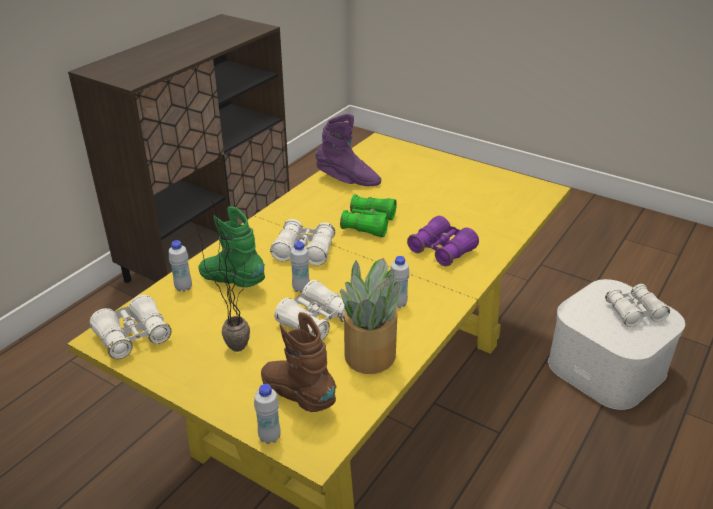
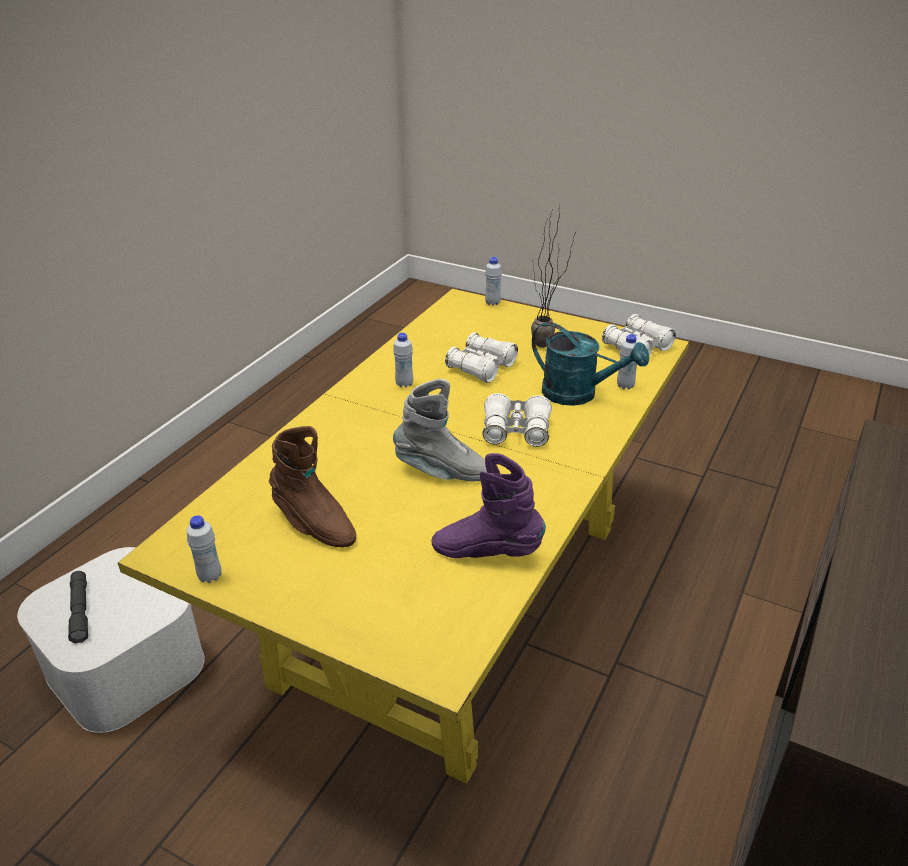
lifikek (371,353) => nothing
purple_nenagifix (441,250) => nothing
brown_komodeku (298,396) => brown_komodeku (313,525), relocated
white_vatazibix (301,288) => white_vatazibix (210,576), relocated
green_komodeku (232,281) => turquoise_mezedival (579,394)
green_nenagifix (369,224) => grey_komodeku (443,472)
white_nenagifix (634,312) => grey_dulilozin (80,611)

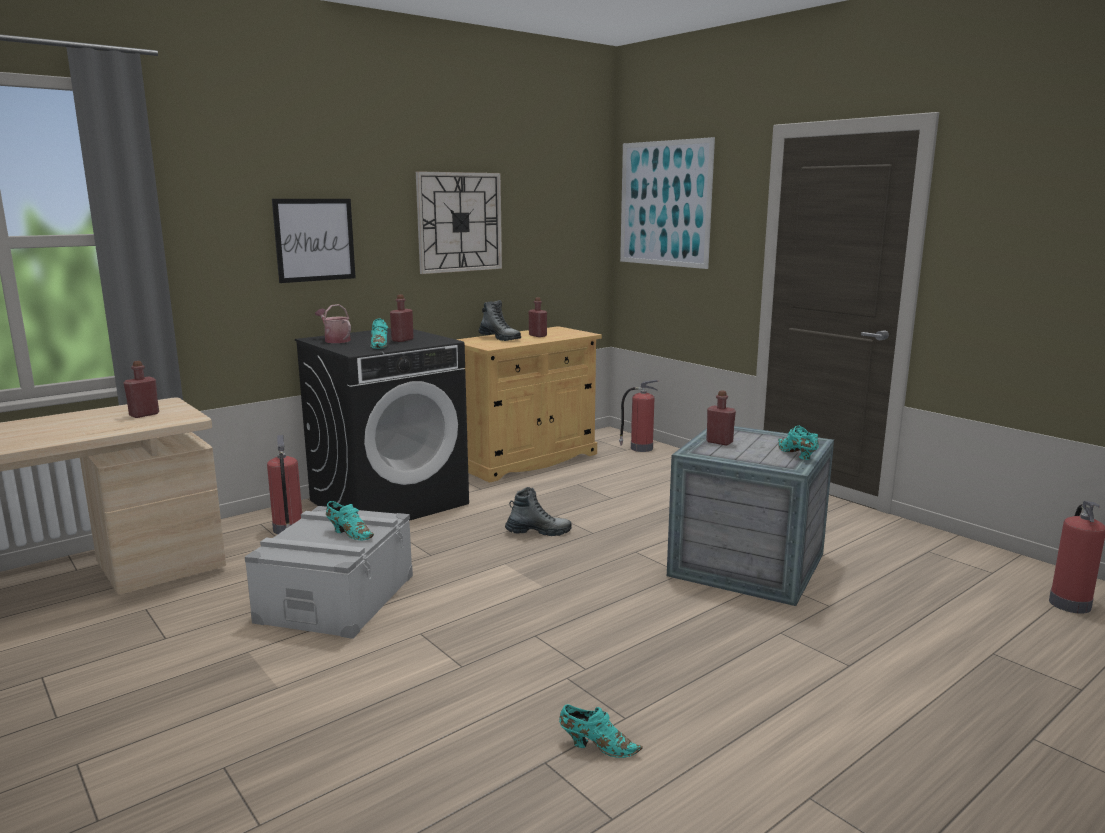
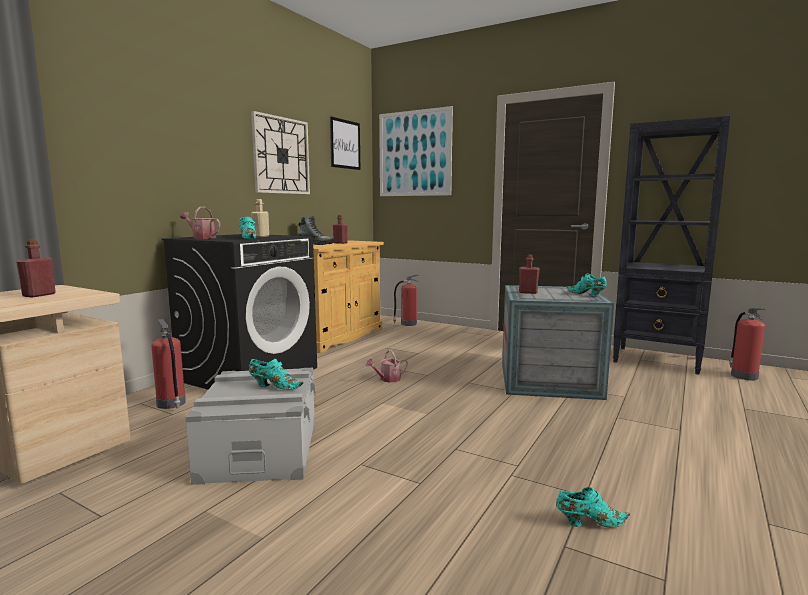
nothing => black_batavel (658,360)
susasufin (314,240) => susasufin (345,144), relocated
komodeku (538,532) => mezedival (387,379)
red_vatazibix (402,340) => beige_vatazibix (261,236)

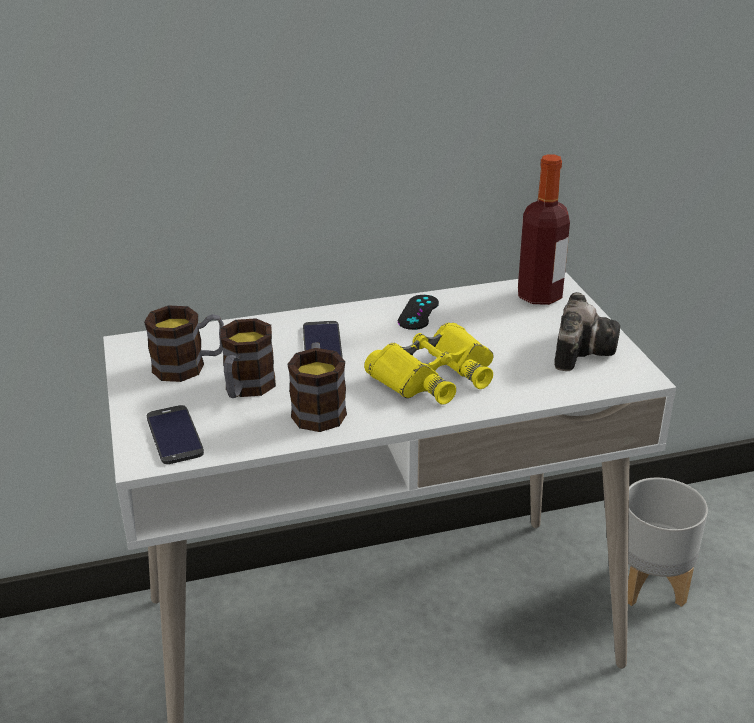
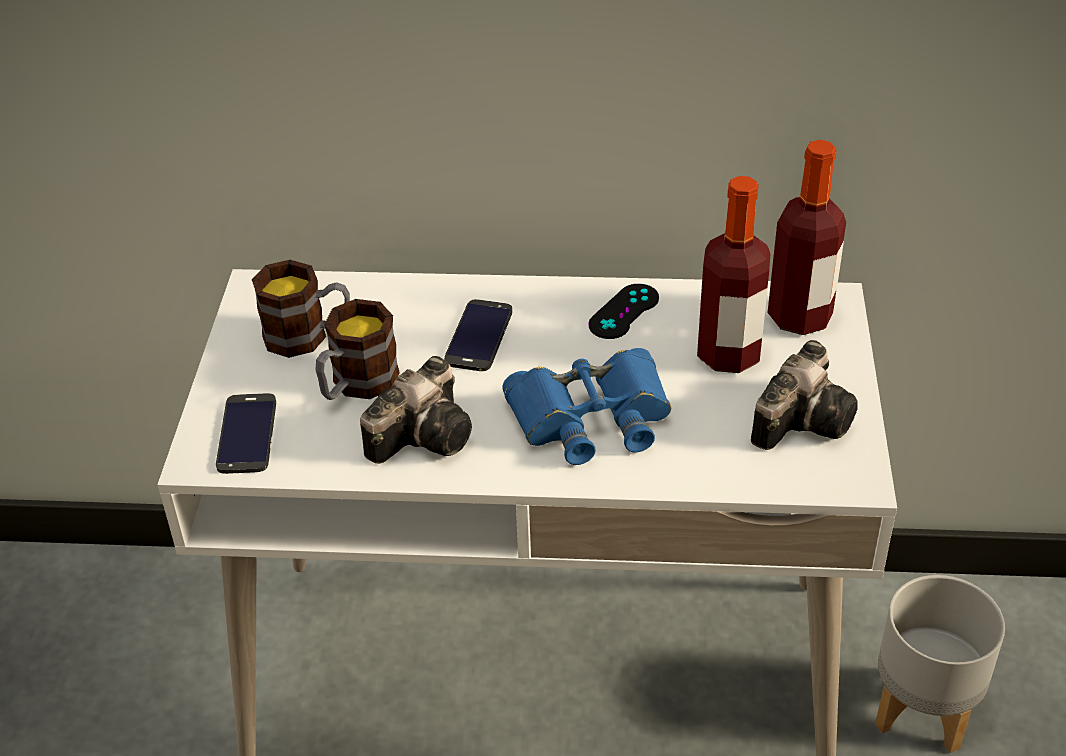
nothing => vatazibix (728,355)
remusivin (318,408) => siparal (426,434)
yellow_nenagifix (435,375) => blue_nenagifix (591,417)

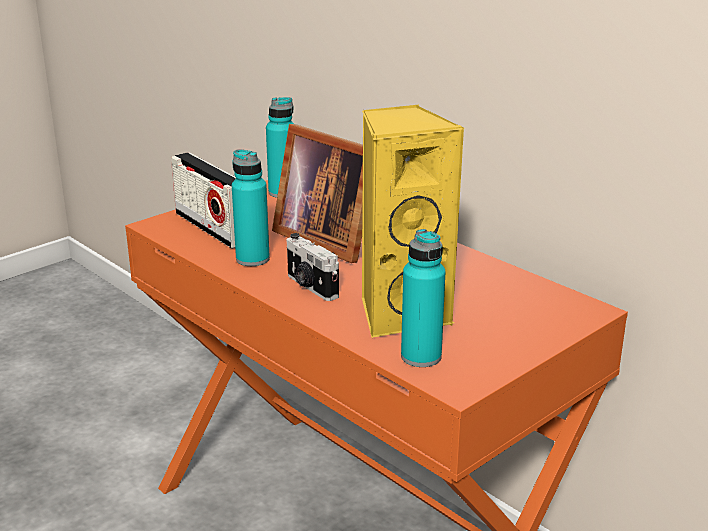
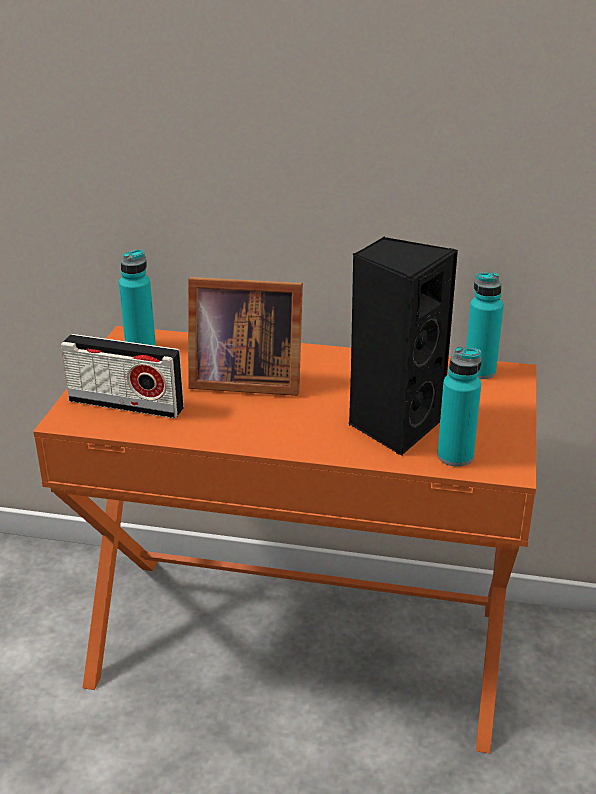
siparal (310,286) => nothing
turquoise_vatazibix (252,259) => turquoise_vatazibix (480,371), relocated
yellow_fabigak (401,314) => black_fabigak (393,426)

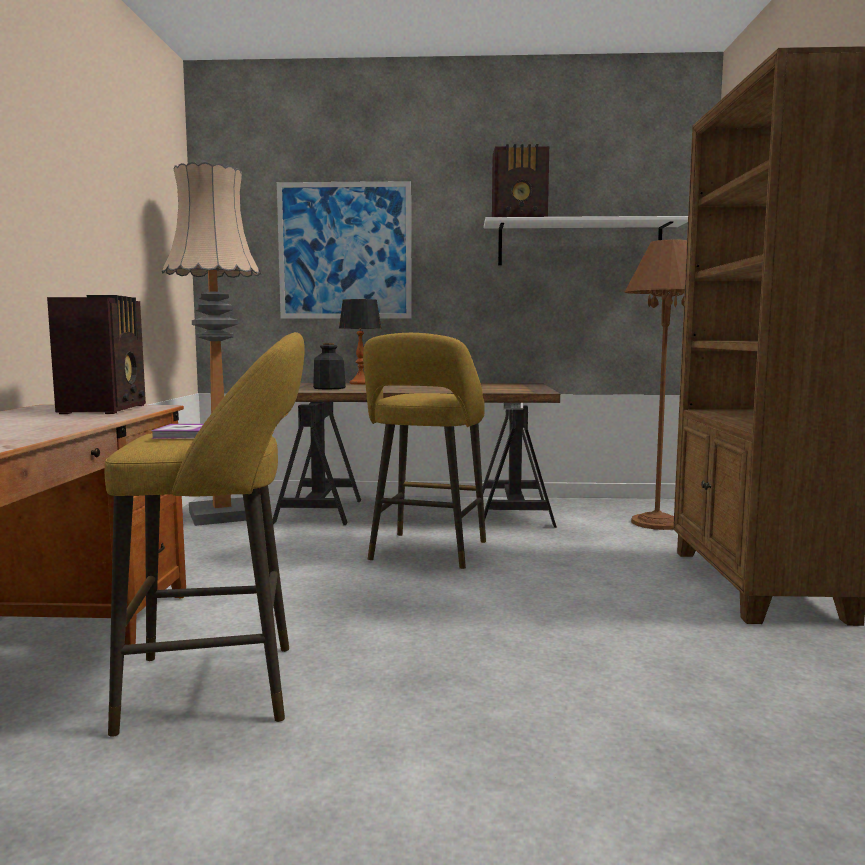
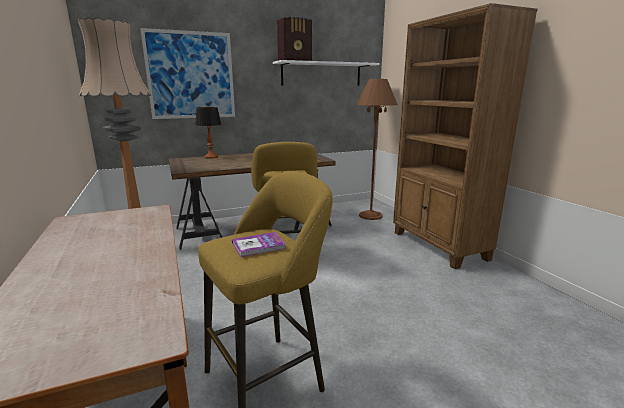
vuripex (106,409) => nothing
vatazibix (329,388) => nothing

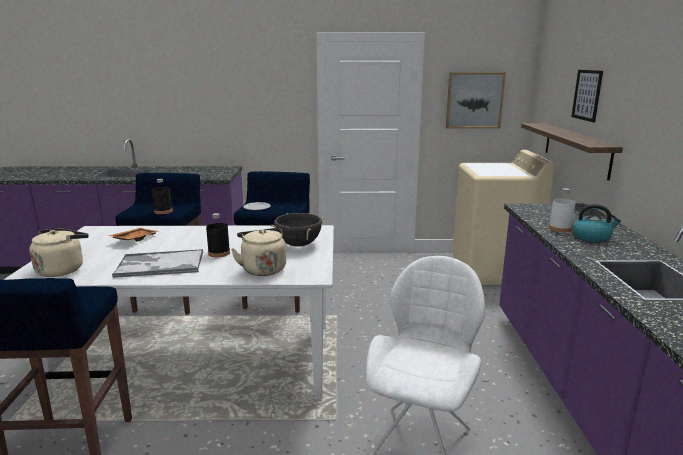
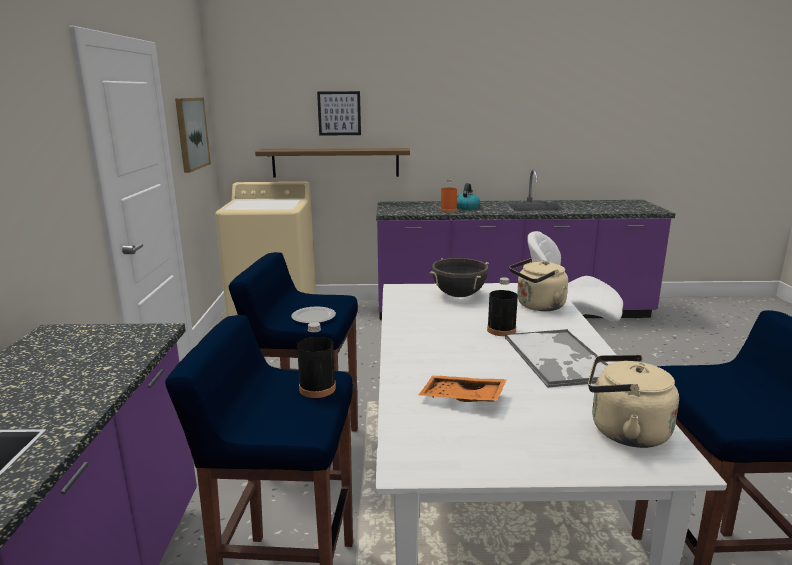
white_vatazibix (560,228) => orange_vatazibix (448,210)

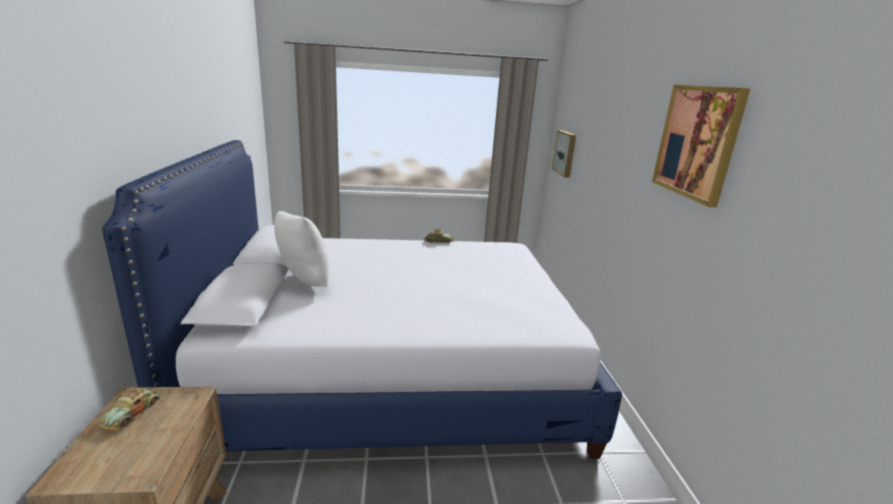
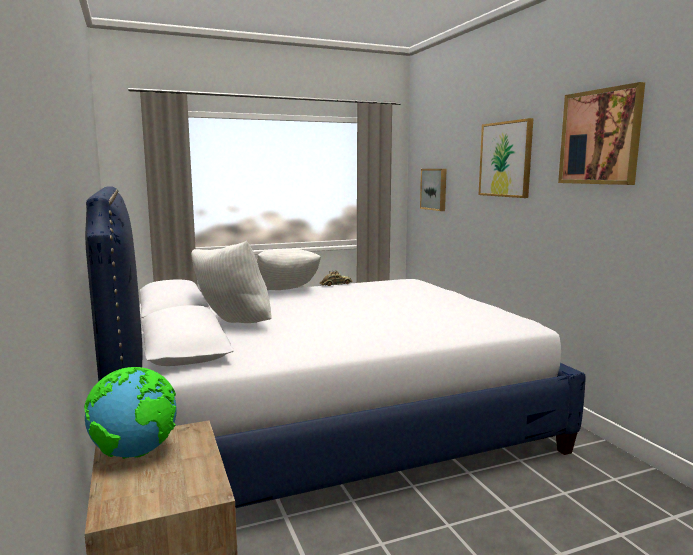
nothing => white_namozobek (284,292)
nothing => susasufin (505,159)
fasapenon (132,413) => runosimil (136,453)

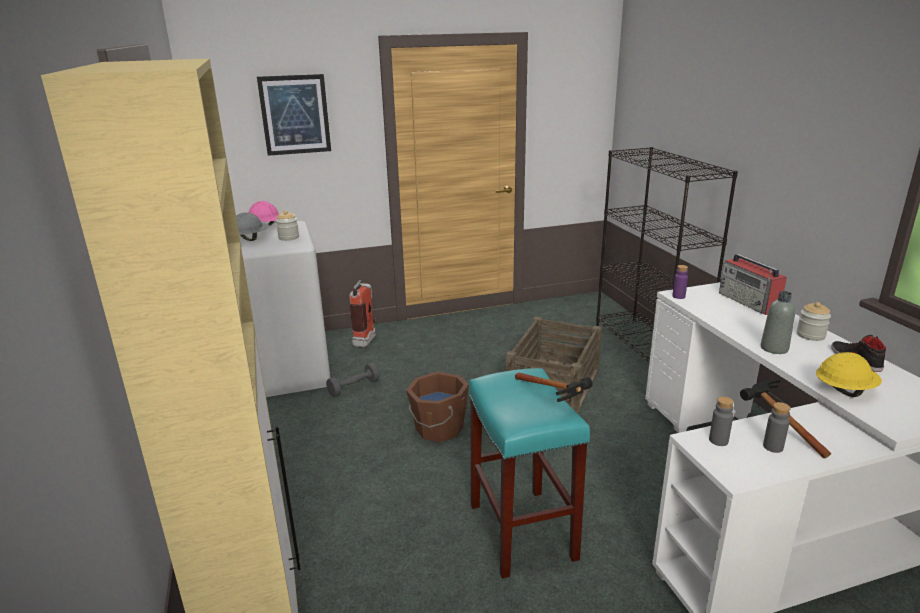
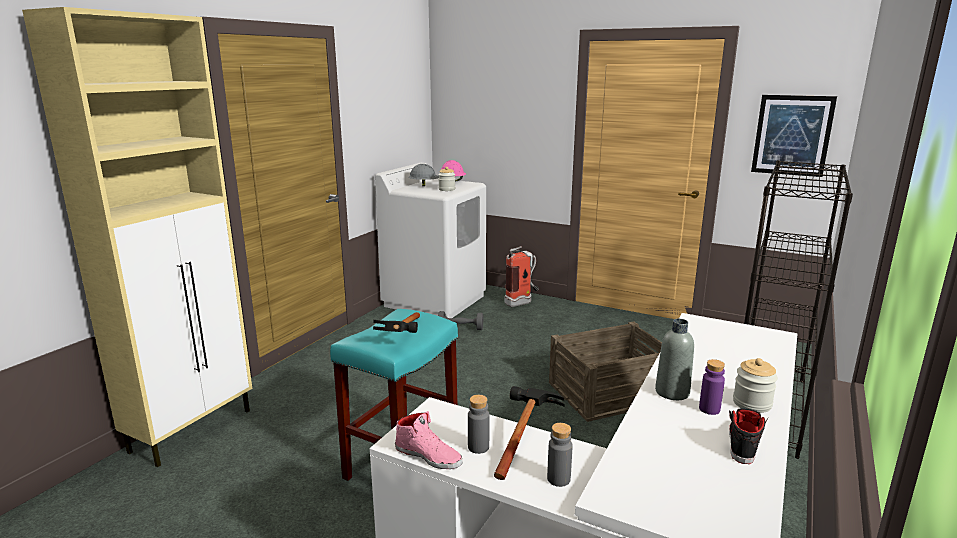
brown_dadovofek (438,428) => nothing
vuripex (749,302) => nothing
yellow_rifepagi (844,390) => nothing
nothing => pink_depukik (428,455)
susasufin (295,114) => susasufin (792,135), relocated
purple_vatazibix (678,296) => purple_vatazibix (709,409), relocated
grey_vatazibix (718,440) => grey_vatazibix (558,479), relocated

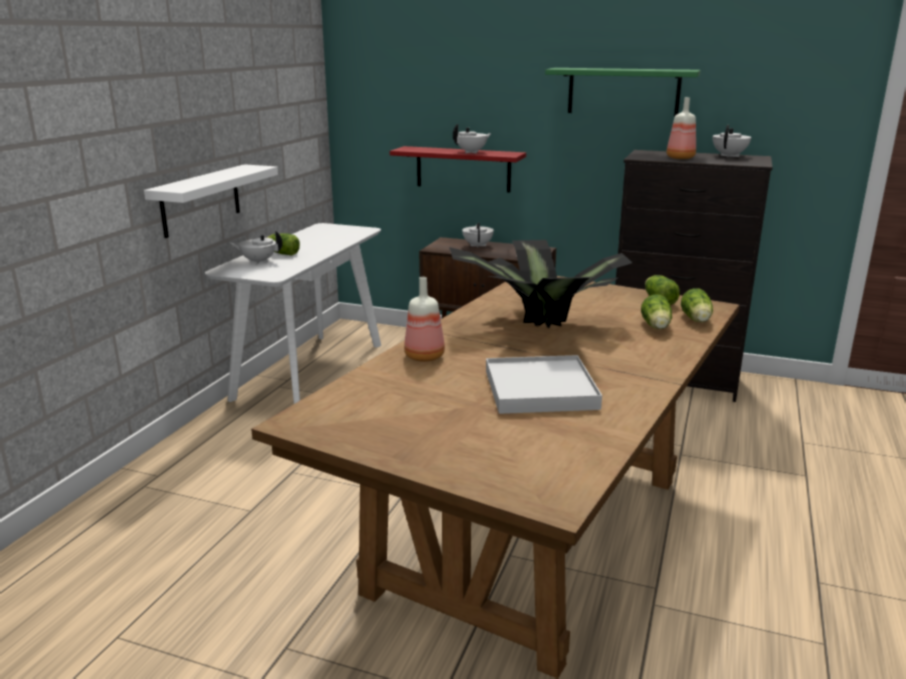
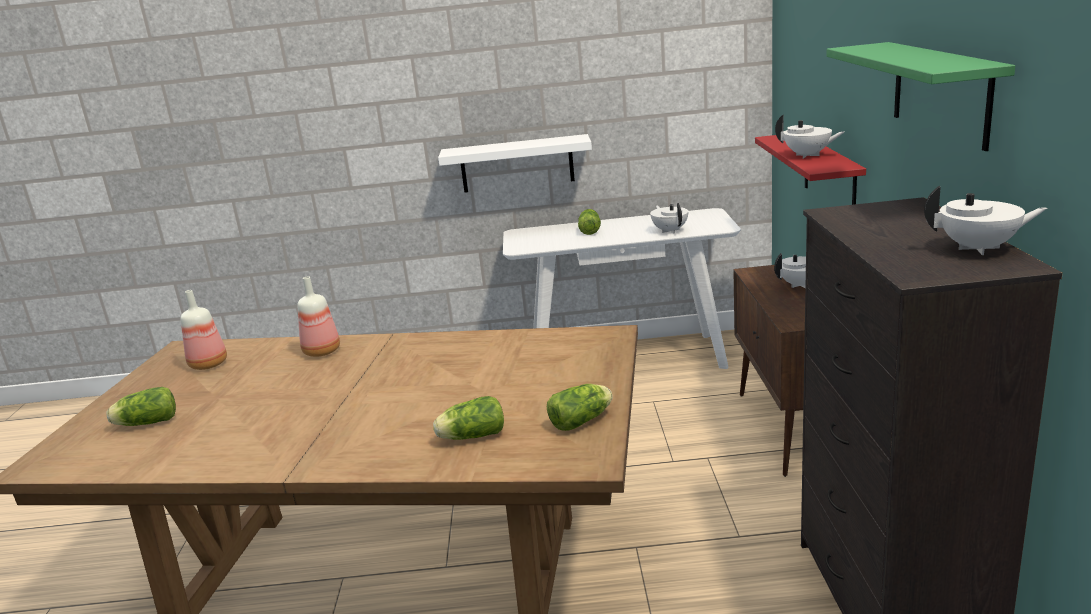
lifikek (538,325) => nothing
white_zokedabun (540,389) => nothing
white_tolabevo (258,261) => white_tolabevo (670,230), relocated
vatazibix (679,158) => vatazibix (208,364), relocated
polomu (696,320) => polomu (145,423), relocated

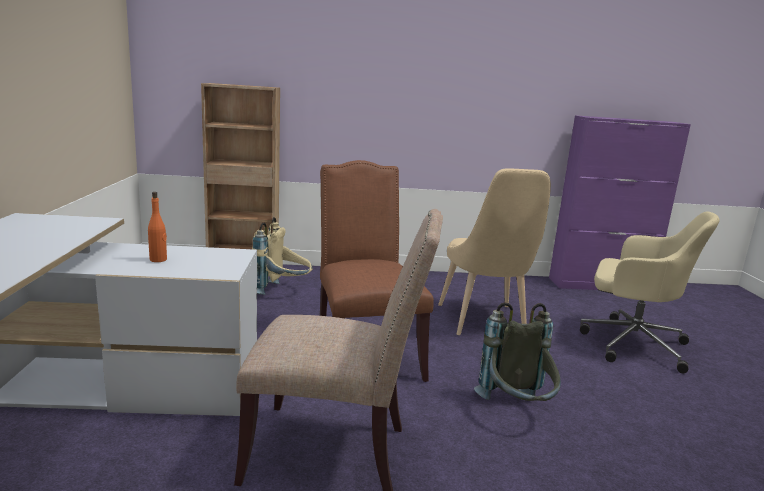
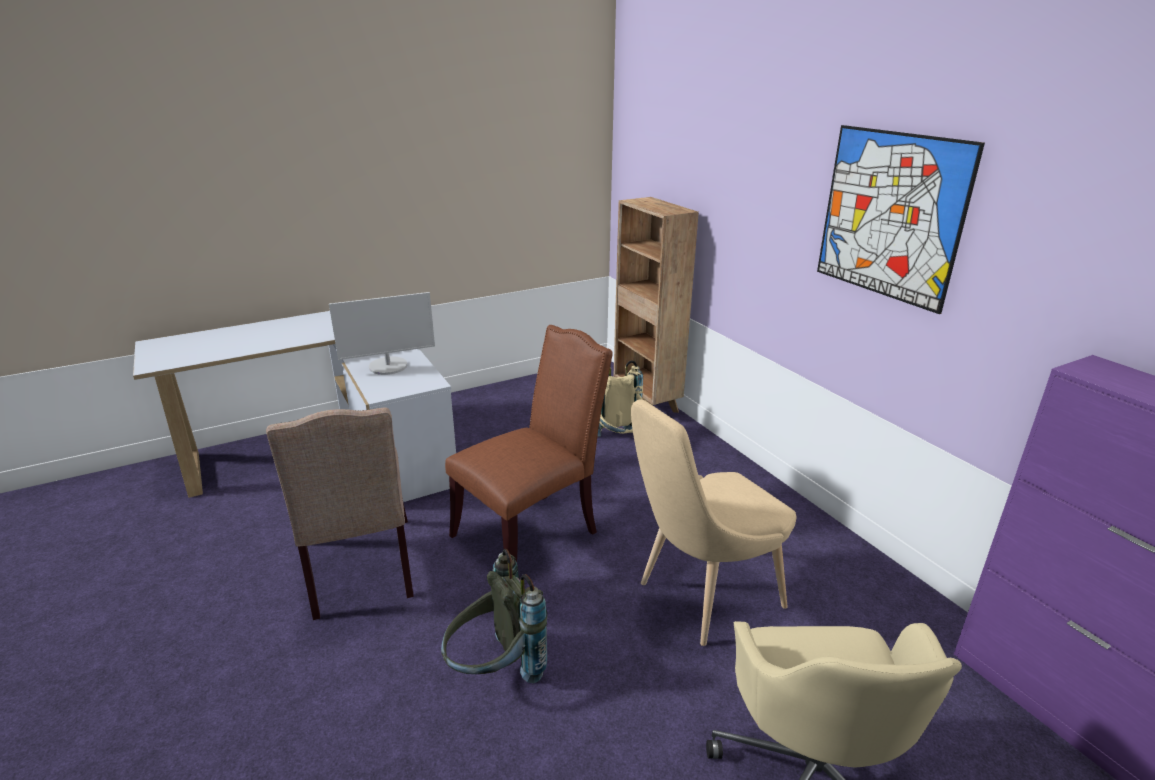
nothing => susasufin (890,215)
orange_vatazibix (158,260) => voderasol (388,366)

